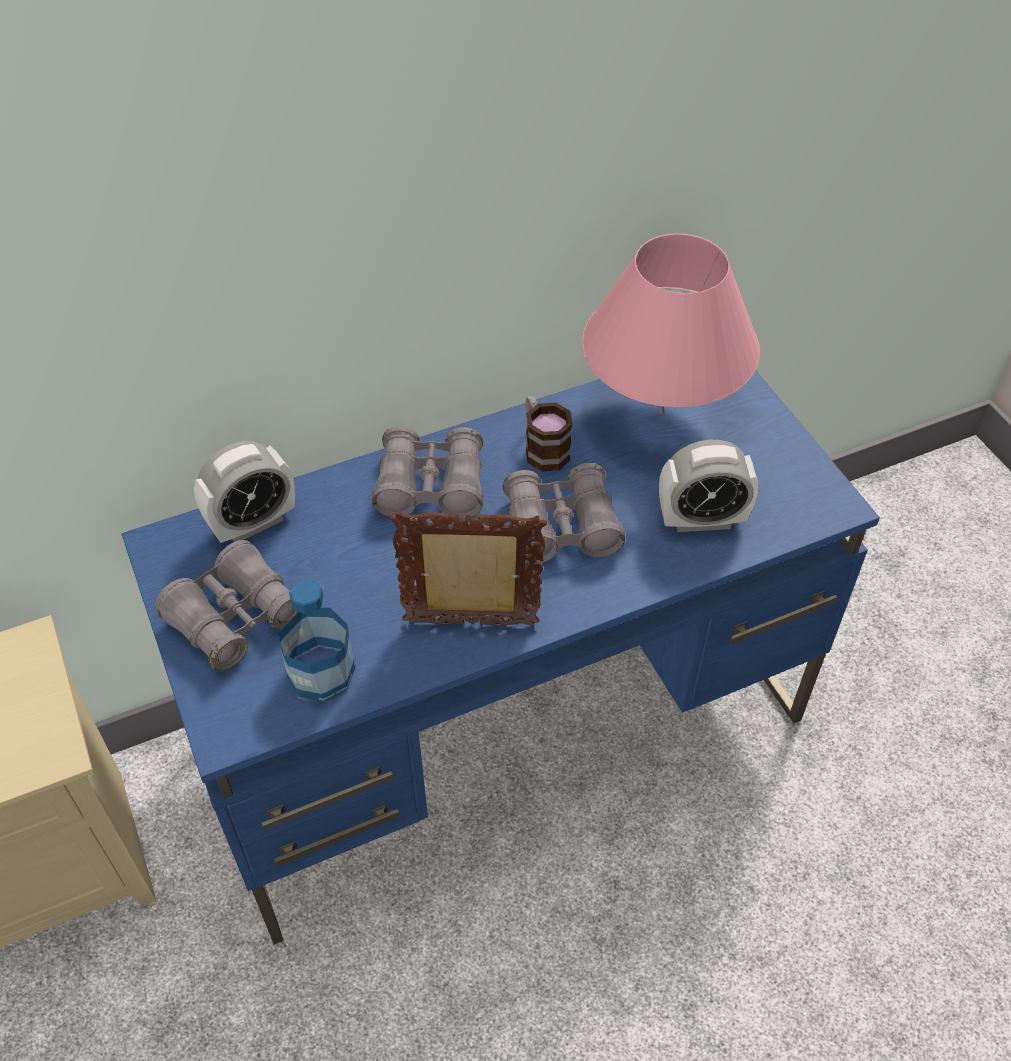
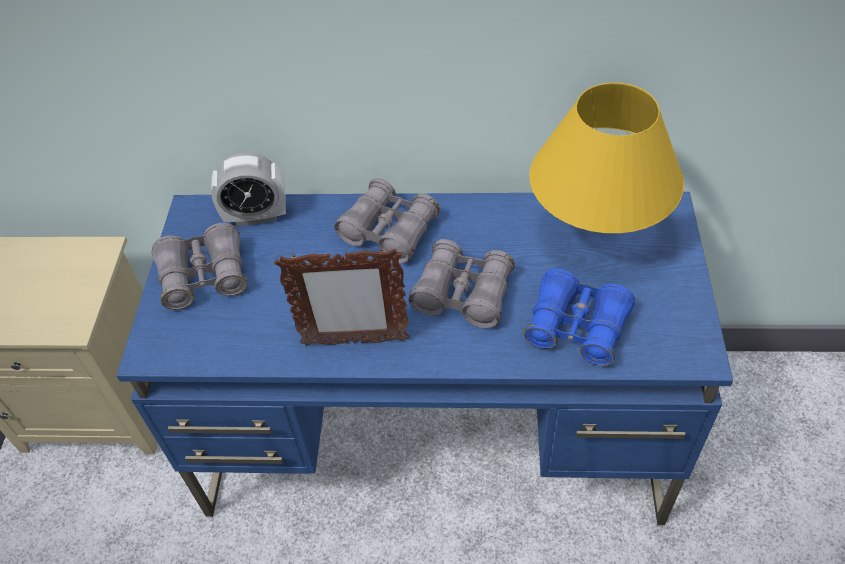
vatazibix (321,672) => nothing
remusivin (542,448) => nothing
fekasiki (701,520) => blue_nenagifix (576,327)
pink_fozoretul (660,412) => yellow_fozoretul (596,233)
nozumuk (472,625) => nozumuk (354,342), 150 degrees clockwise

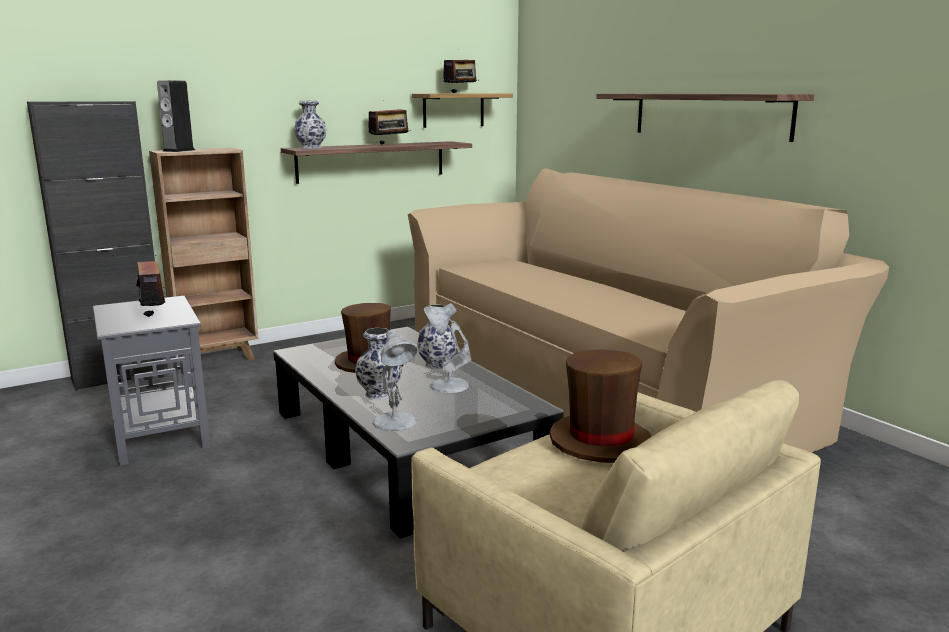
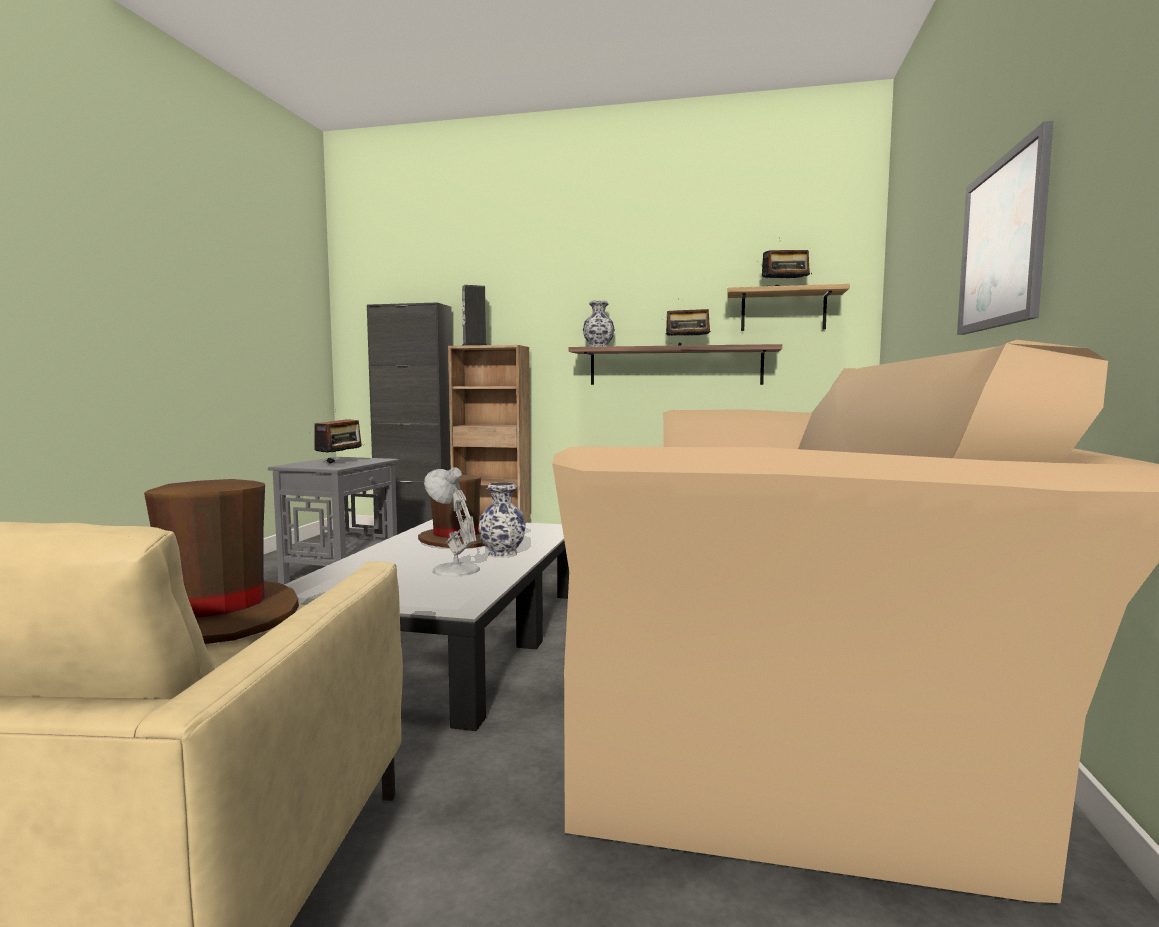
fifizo (379,393) => nothing
white_fozoretul (395,422) => nothing
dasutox (709,115) => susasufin (1002,244)

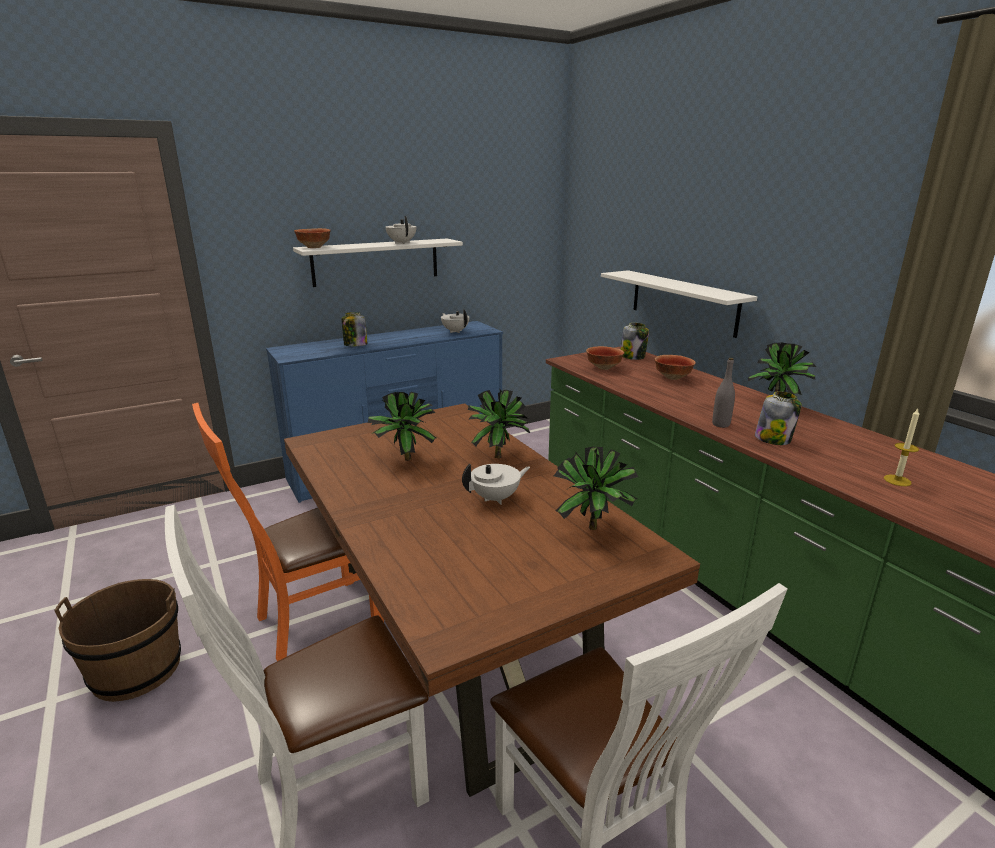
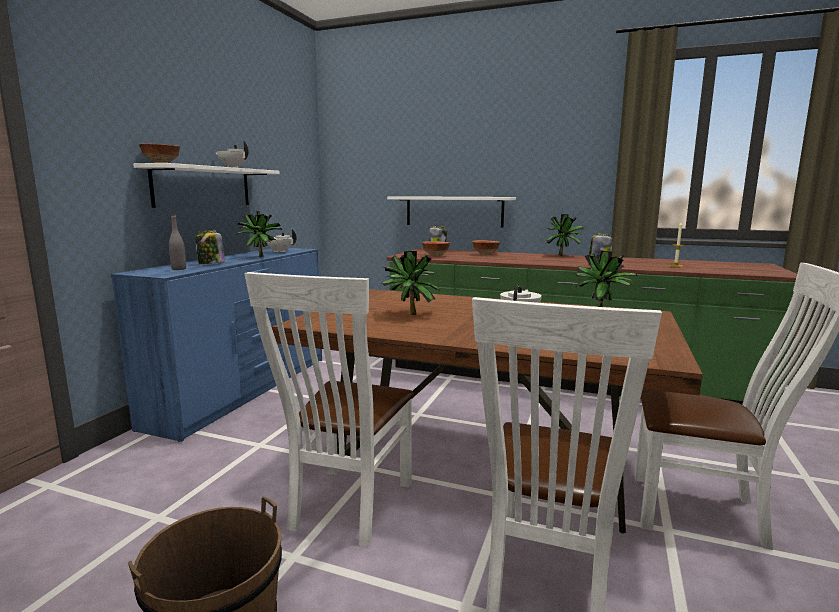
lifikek (498,455) => lifikek (260,257), relocated
grey_vatazibix (720,424) => grey_vatazibix (179,269), relocated
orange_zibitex (311,621) => white_zibitex (346,508)

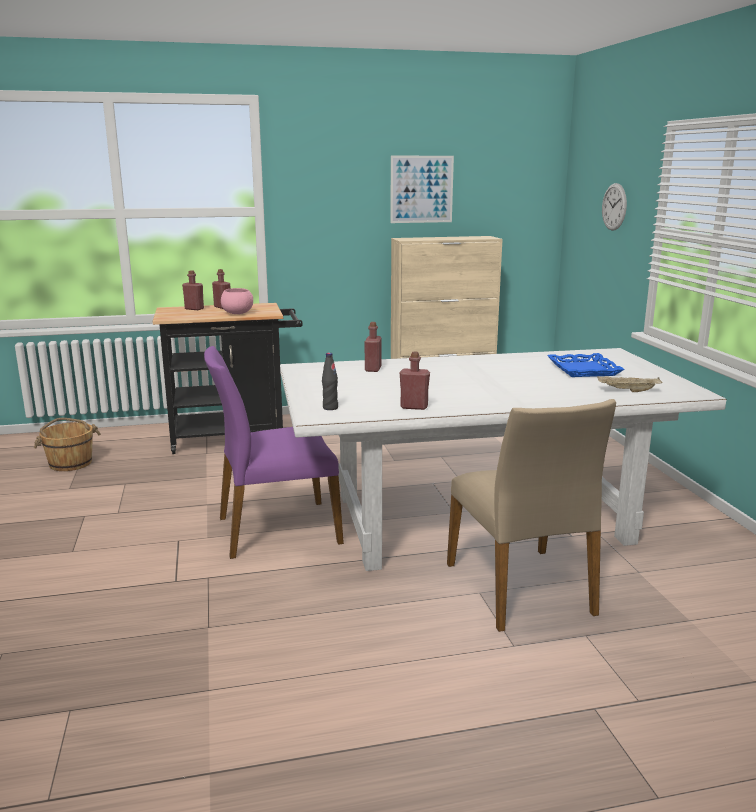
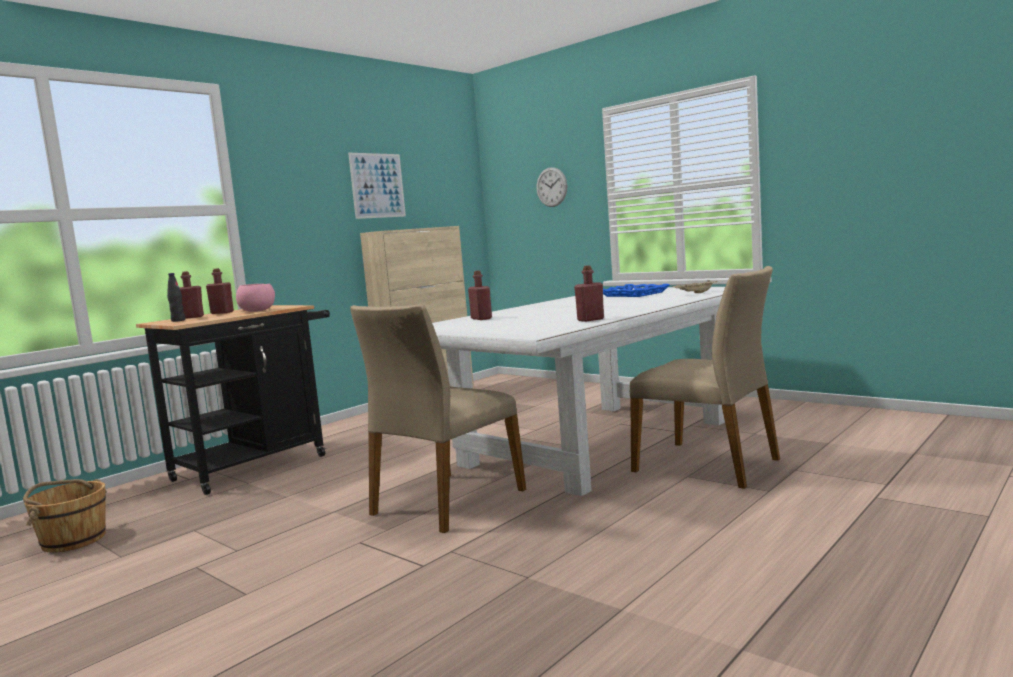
black_vatazibix (330,408) => black_vatazibix (178,320), relocated
purple_zibitex (277,529) => beige_zibitex (446,502)

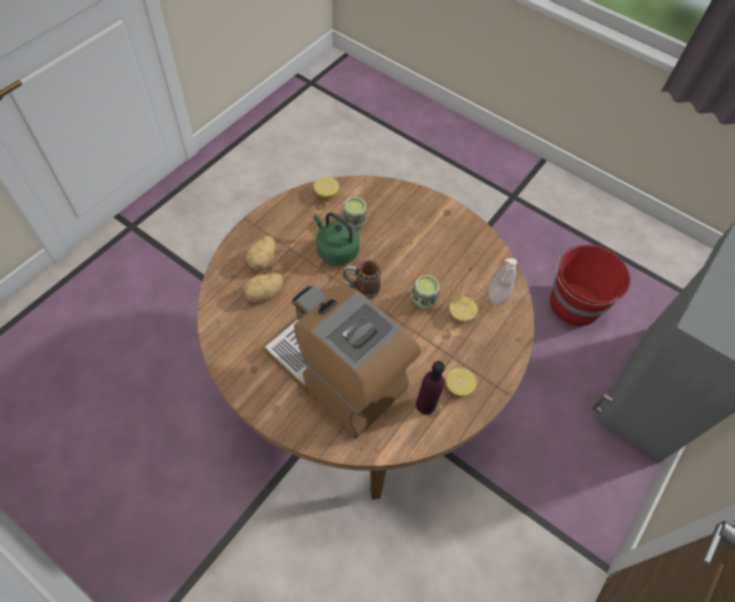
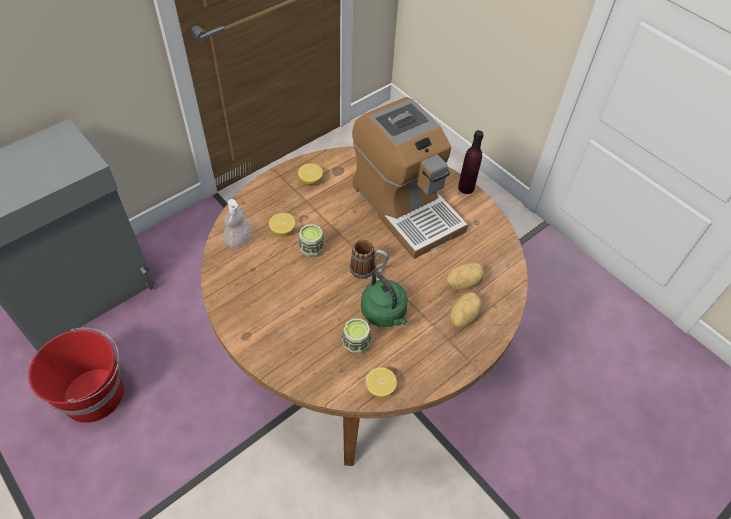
purple_vatazibix (425,404) => purple_vatazibix (466,188), relocated

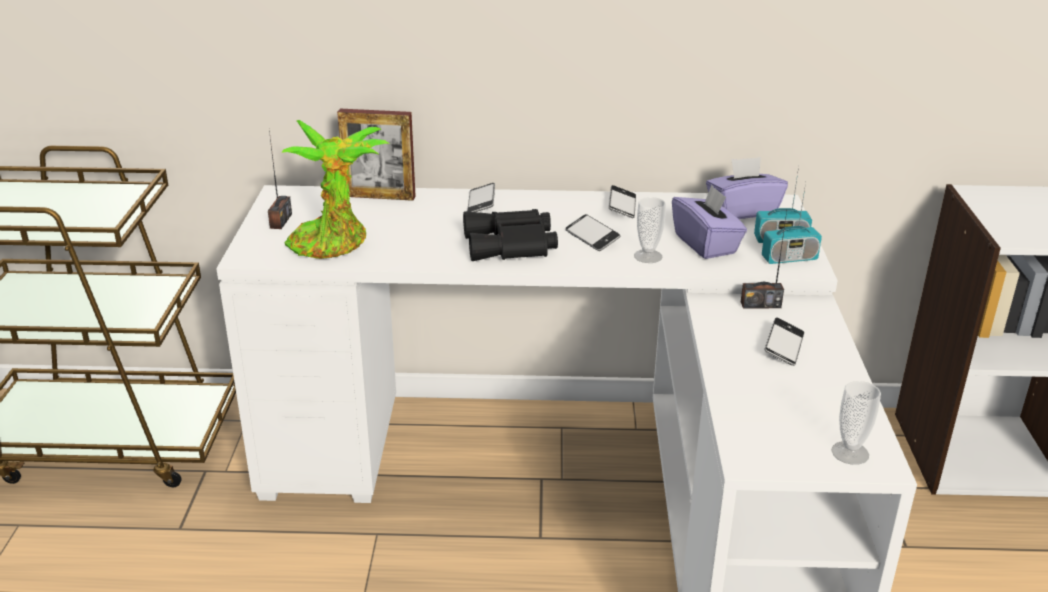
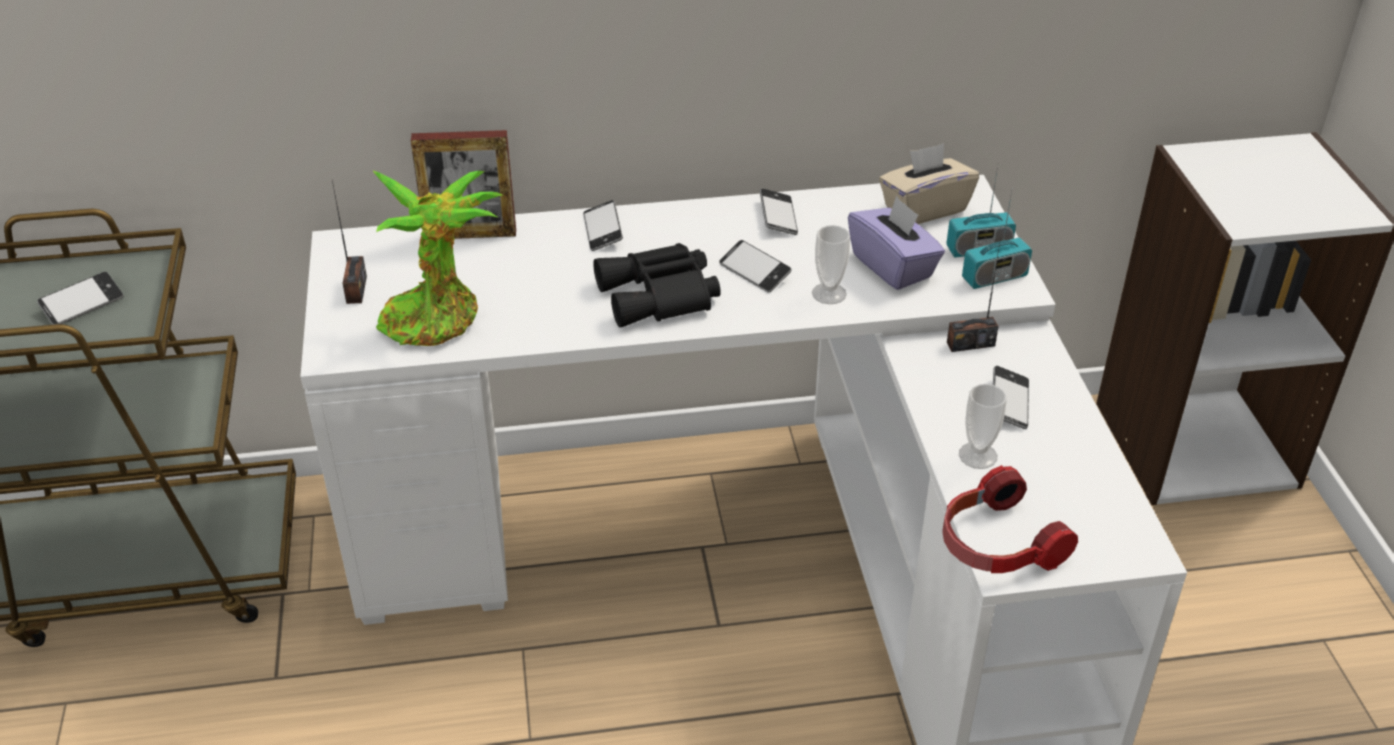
nothing => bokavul (82,304)
nothing => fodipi (996,543)
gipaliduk (850,453) => gipaliduk (977,455), relocated
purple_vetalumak (742,211) => beige_vetalumak (924,209)

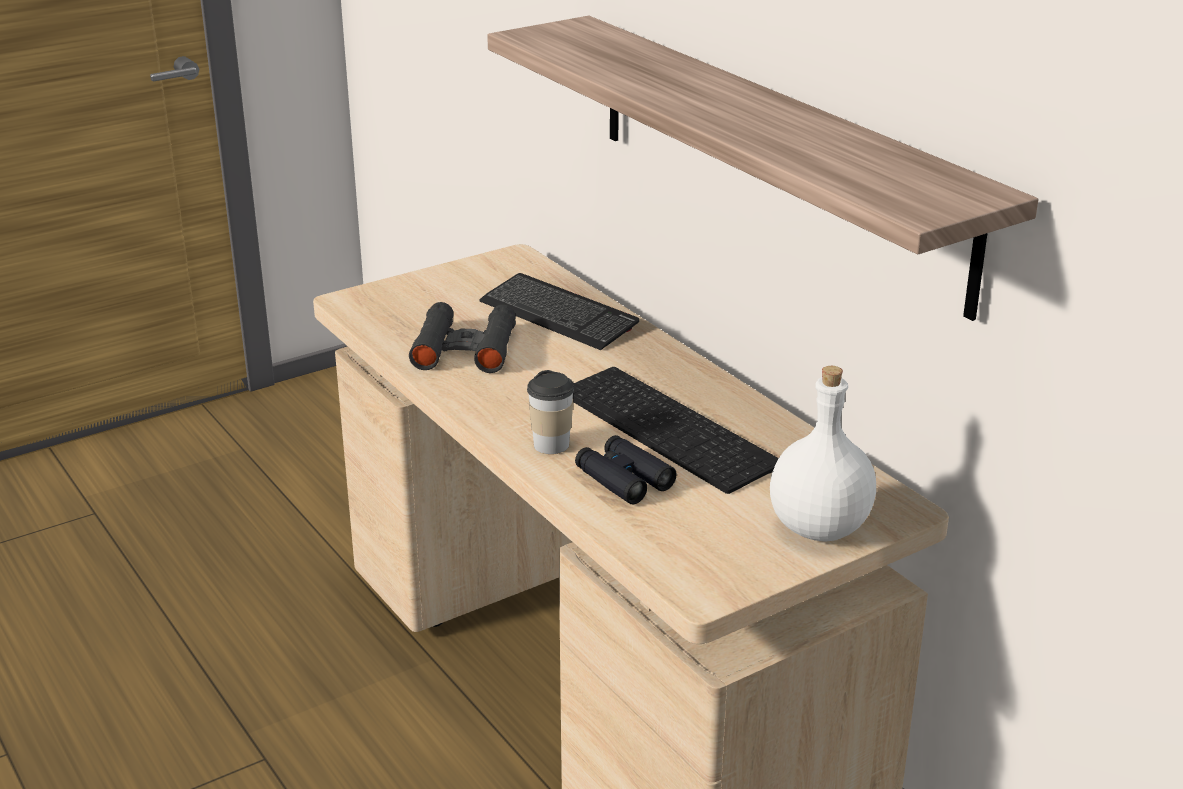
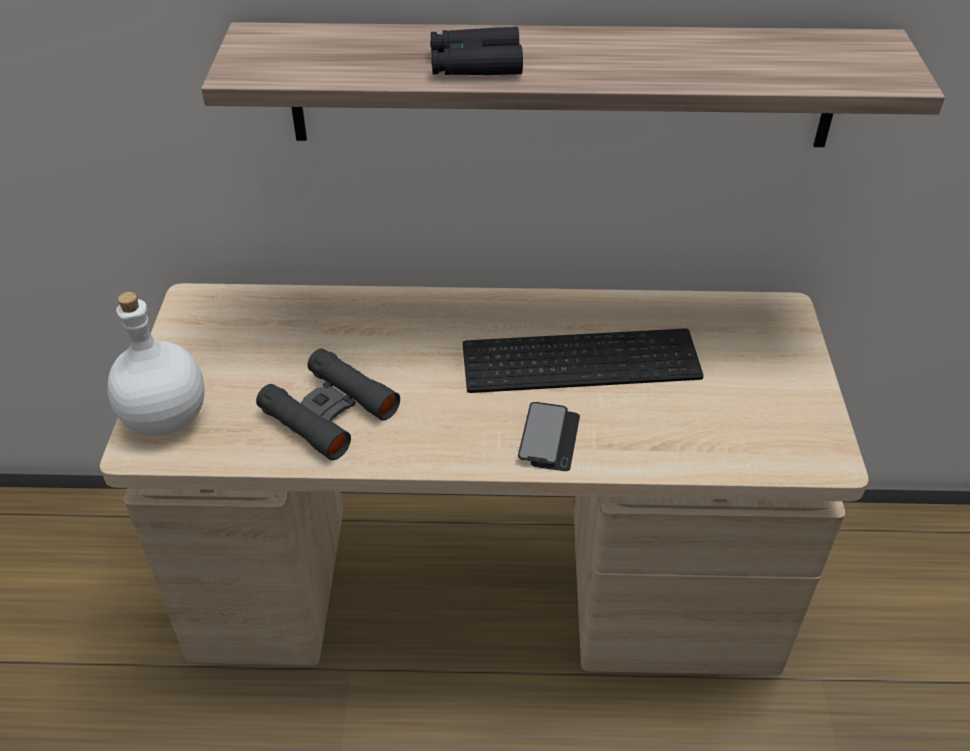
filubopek (558,315) => nothing
black_nenagifix (624,479) => black_nenagifix (475,64), relocated
white_vatazibix (818,527) => white_vatazibix (164,418), relocated
gipaliduk (551,445) => bokavul (549,438)

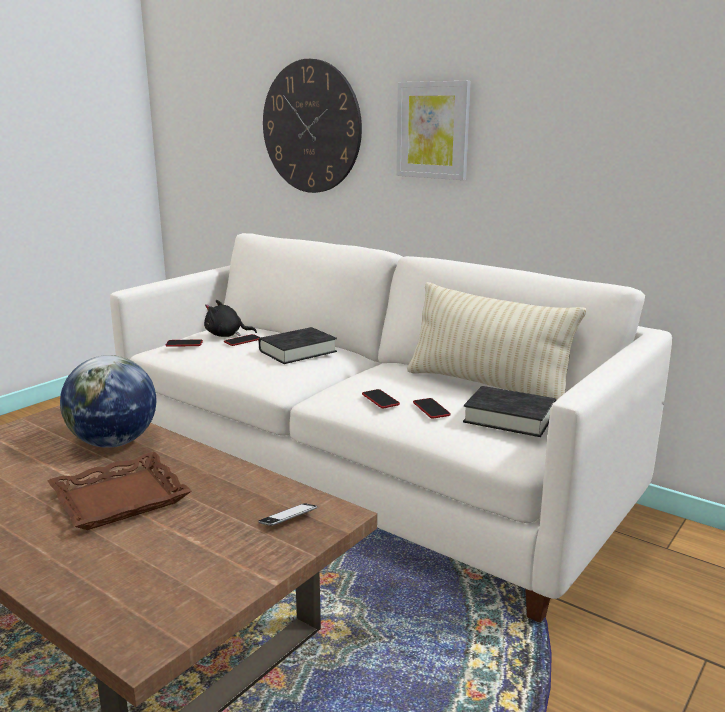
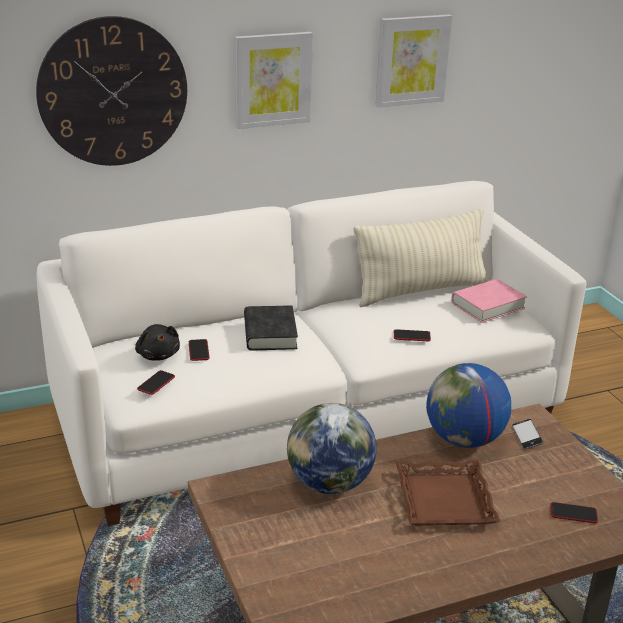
nothing => susasufin (412,60)
nothing => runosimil (464,439)
bokavul (431,409) => bokavul (573,513), relocated
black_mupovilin (509,418) => pink_mupovilin (487,305)
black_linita (226,335) => black_linita (158,355), 60 degrees counterclockwise

